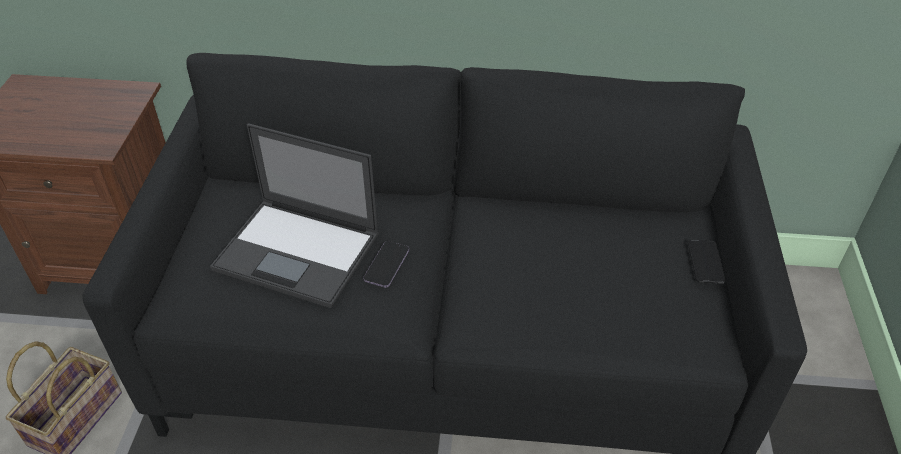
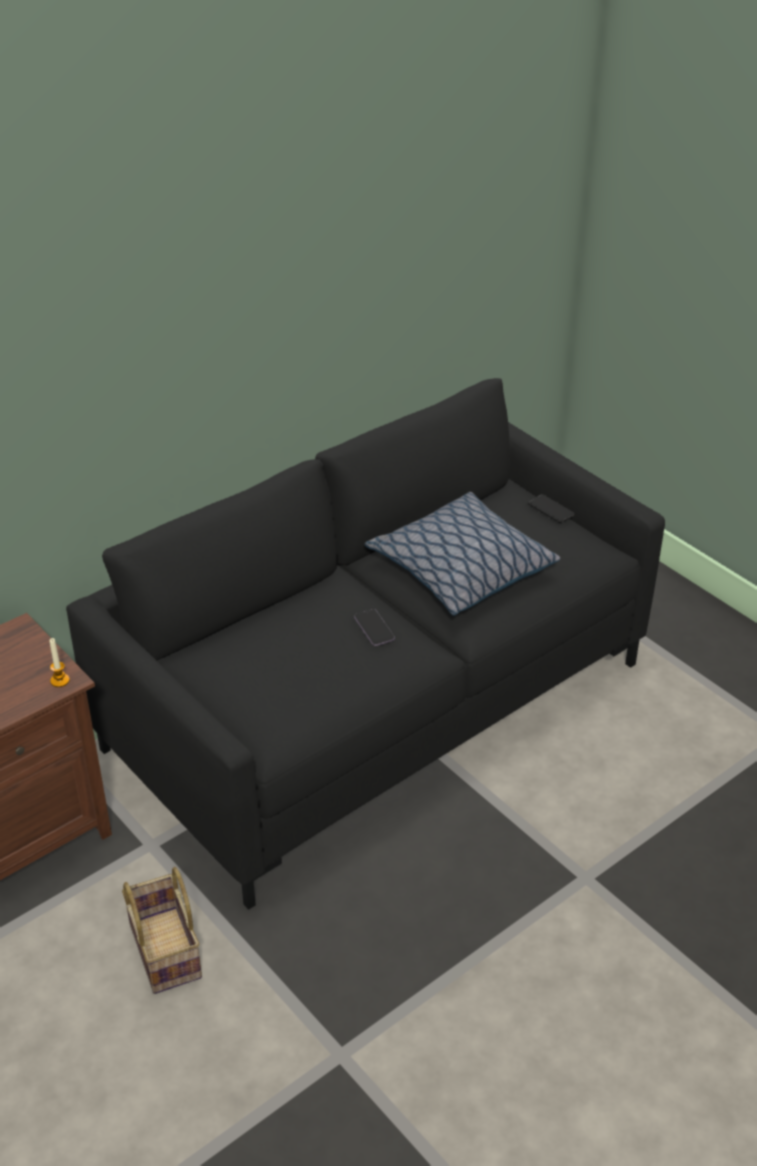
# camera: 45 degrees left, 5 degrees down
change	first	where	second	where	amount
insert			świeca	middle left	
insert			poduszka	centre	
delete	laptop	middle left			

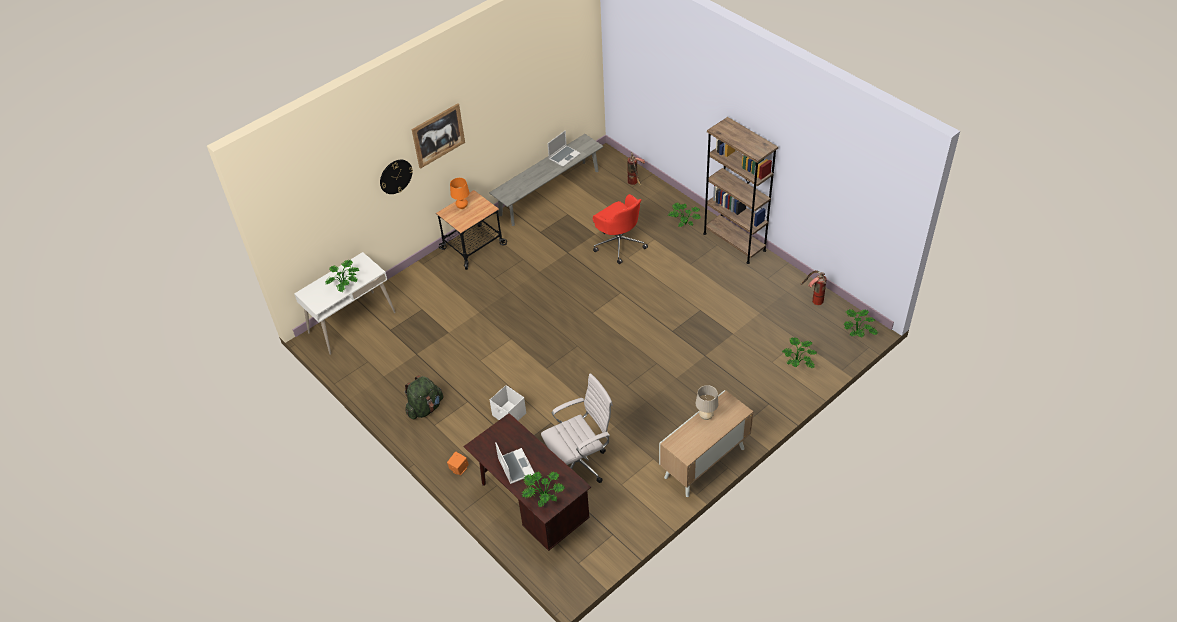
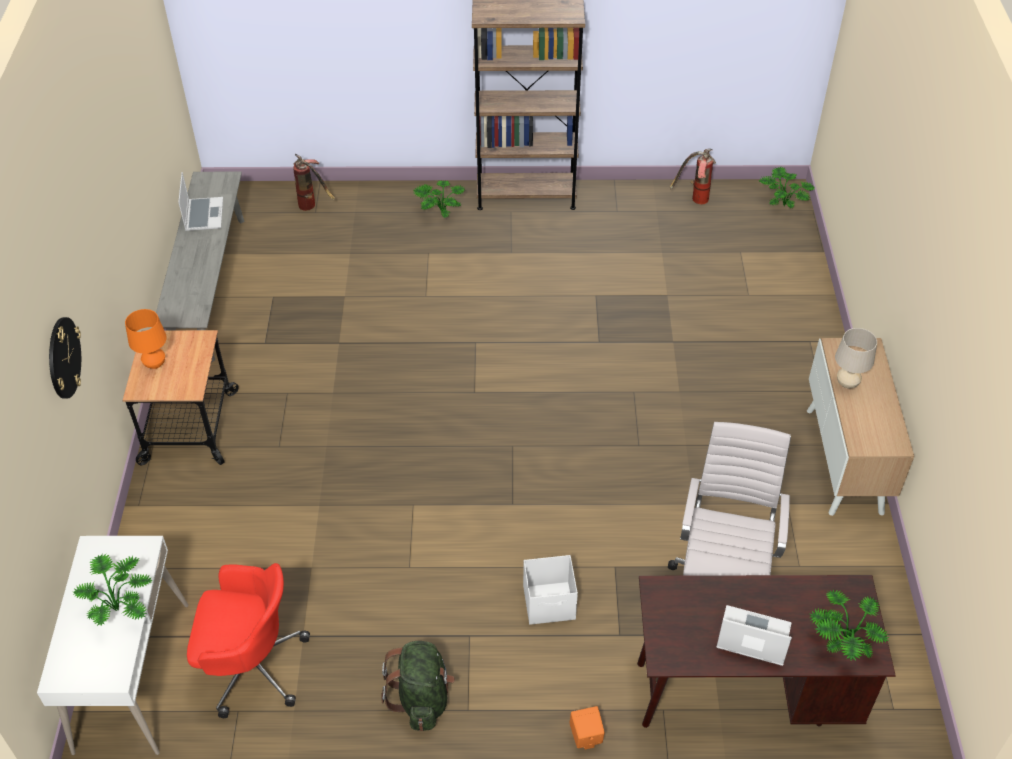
# camera: 50 degrees left, 0 degrees up
change	first	where	second	where	amount
move	krzesło biurowe/czerwony	centre		bottom left	
delete	obraz	top centre			
delete	roślina doniczkowa (4th from left)	middle right			

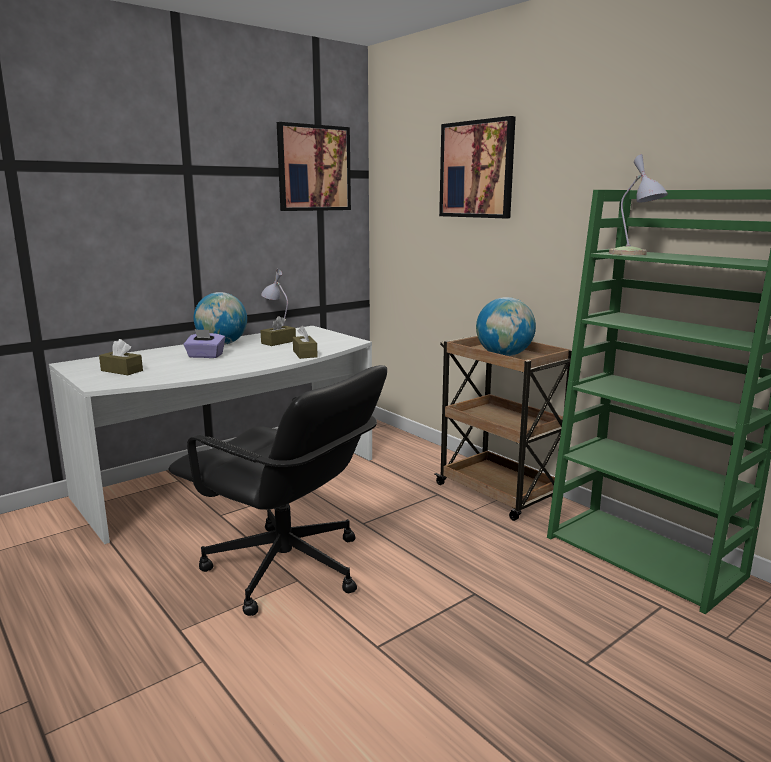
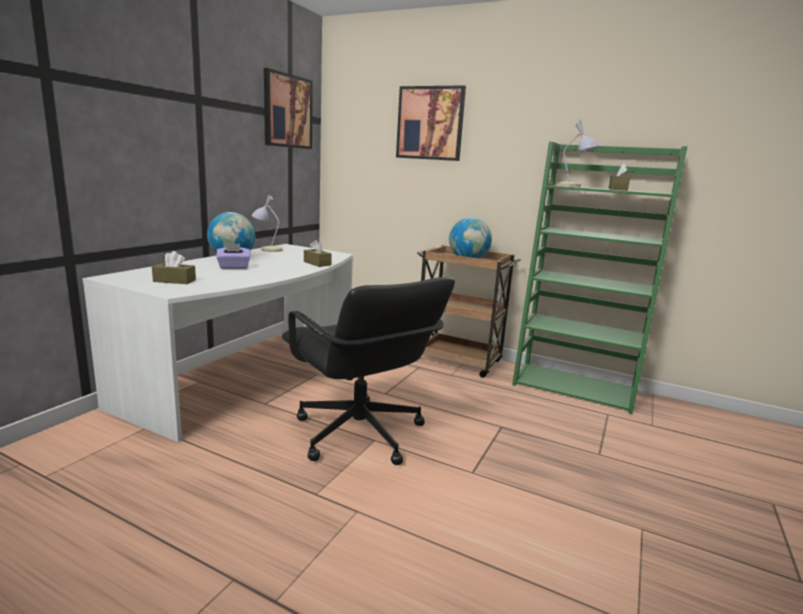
# camera: 25 degrees left, 0 degrees up
change	first	where	second	where	amount
rotate	krzesło biurowe/czarny	centre		centre	45 degrees clockwise
move	pudełko chusteczek/brązowy (2nd from left in the first image)	centre	pudełko chusteczek/brązowy (3rd from left)	top right	

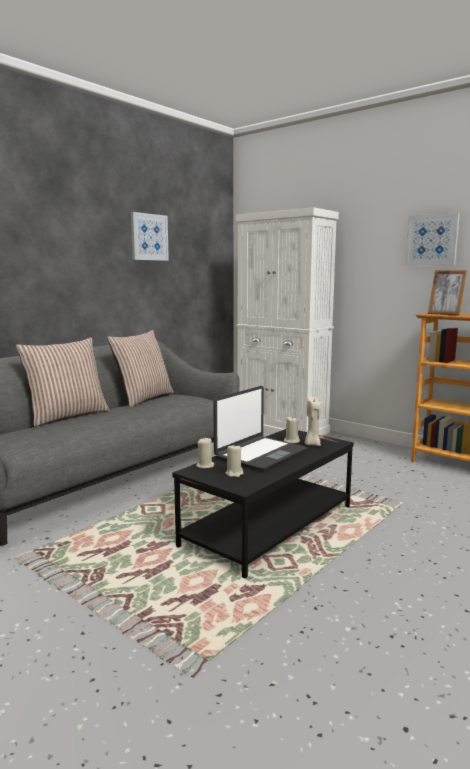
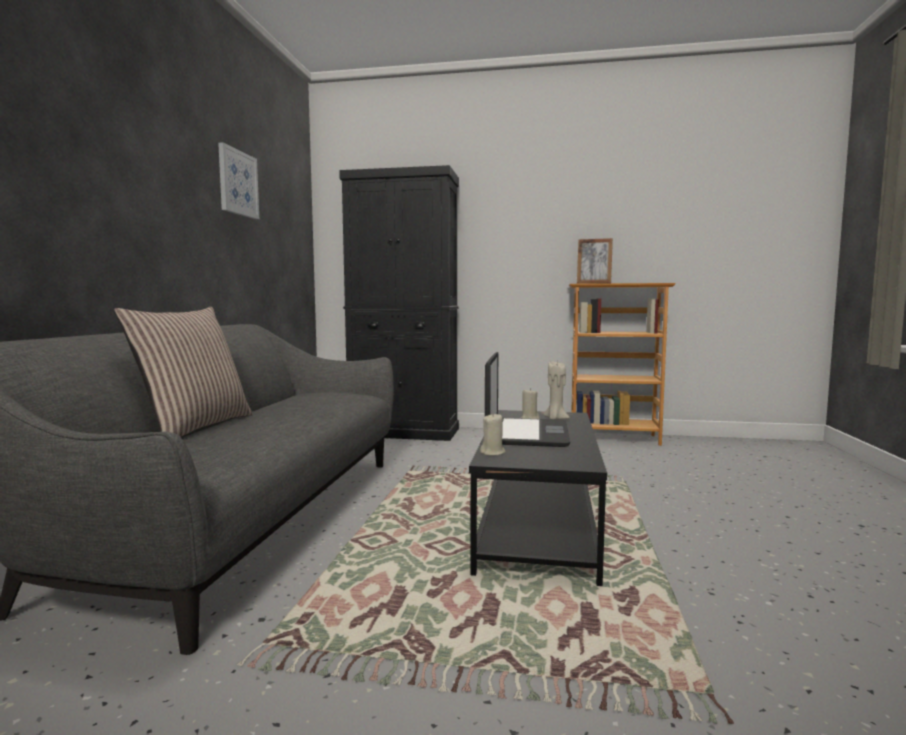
# camera: 30 degrees left, 5 degrees down
change	first	where	second	where	amount
recolor	szafka/biały	centre	szafka/czarny	centre	
delete	poduszka (2nd from left)	middle left			
delete	świeca/beżowy (2nd from left)	centre			
delete	obraz (2nd from left)	top right			

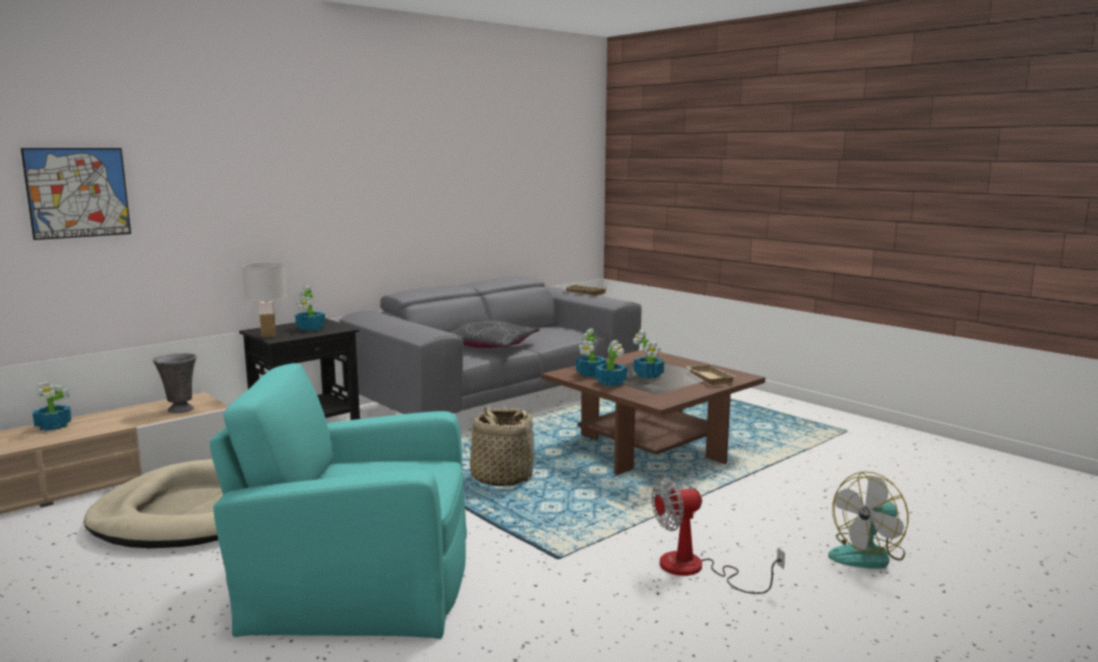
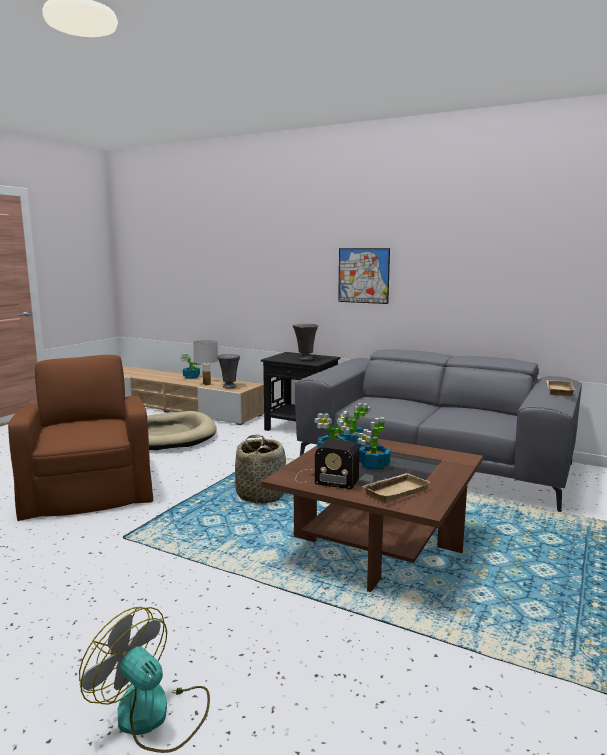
# camera: 70 degrees right, 0 degrees up
change	first	where	second	where	amount
recolor	fotel/turkusowy	bottom left	fotel/brązowy	middle left	
move	lampa stołowa/biały	middle left		centre	
replace	roślina doniczkowa (2nd from left)	middle left	wazon/szary (2nd from left)	centre	
insert			radio	centre	
move	obraz	top left		centre	
delete	poduszka/szary	centre			
delete	wentylator (1st from left)	bottom centre			

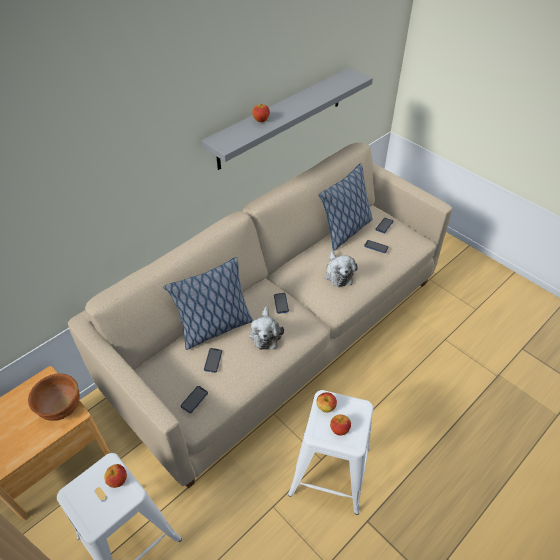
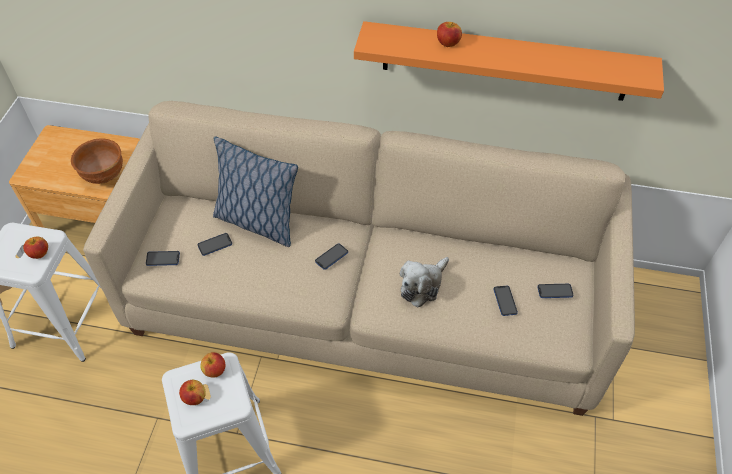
# camera: 55 degrees right, 5 degrees up
change	first	where	second	where	amount
recolor	półka/szary	top centre	półka/pomarańczowy	top right	
delete	pluszak (1st from left)	centre			
delete	poduszka (2nd from left)	centre			

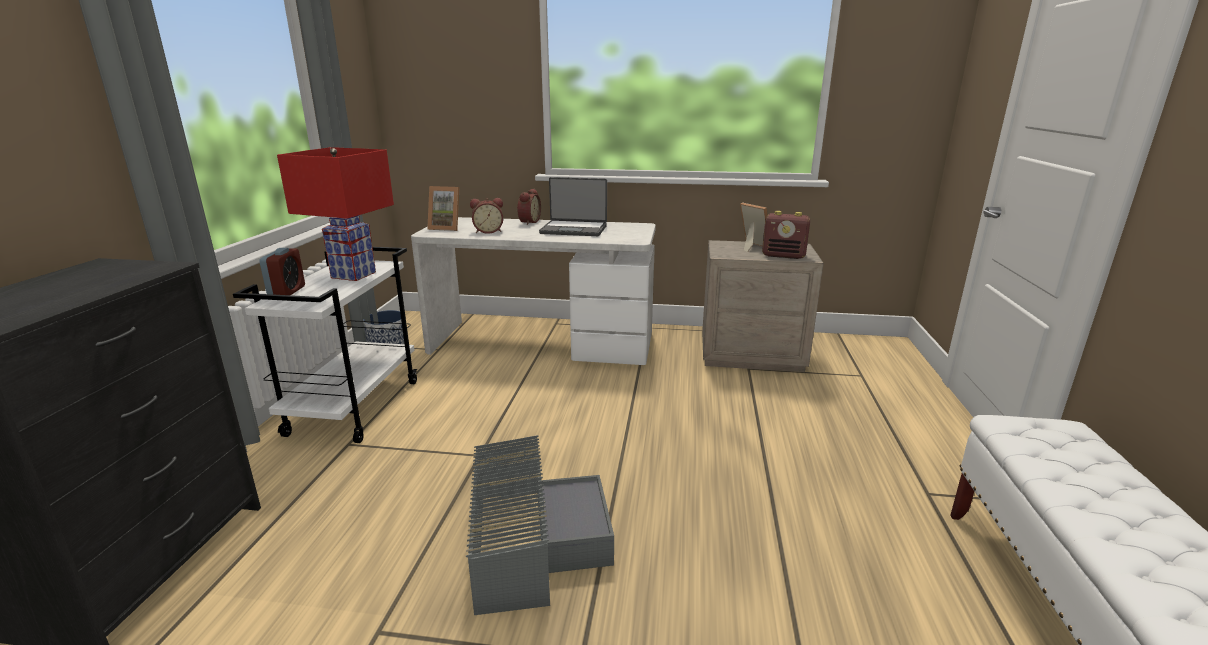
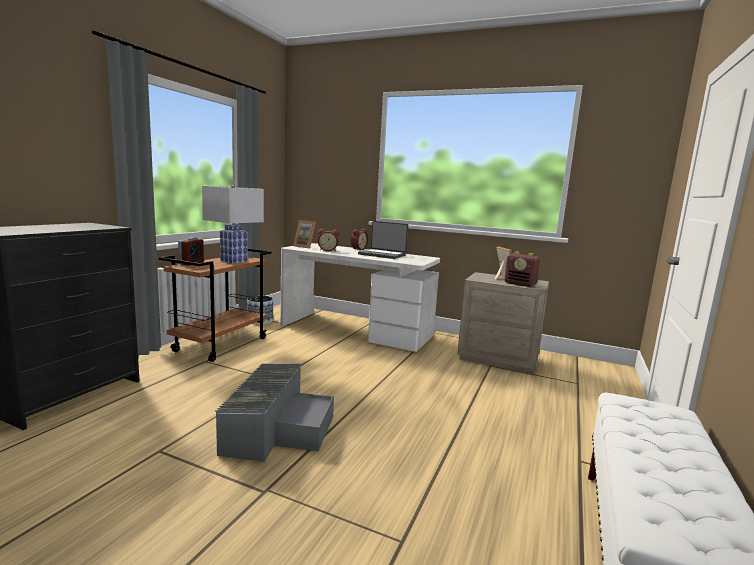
# camera: 15 degrees right, 10 degrees down
change	first	where	second	where	amount
recolor	wózek/biały	middle left	wózek/brązowy	middle left	
recolor	lampa stołowa/czerwony	top left	lampa stołowa/biały	middle left	

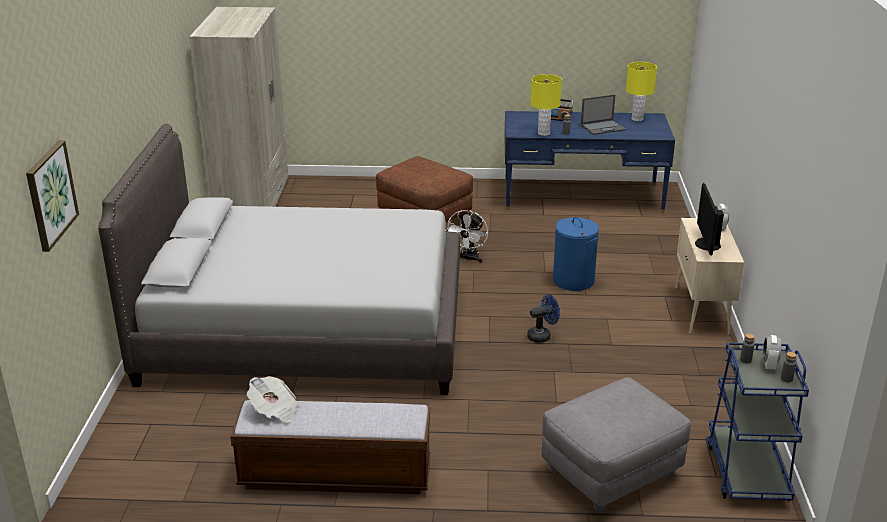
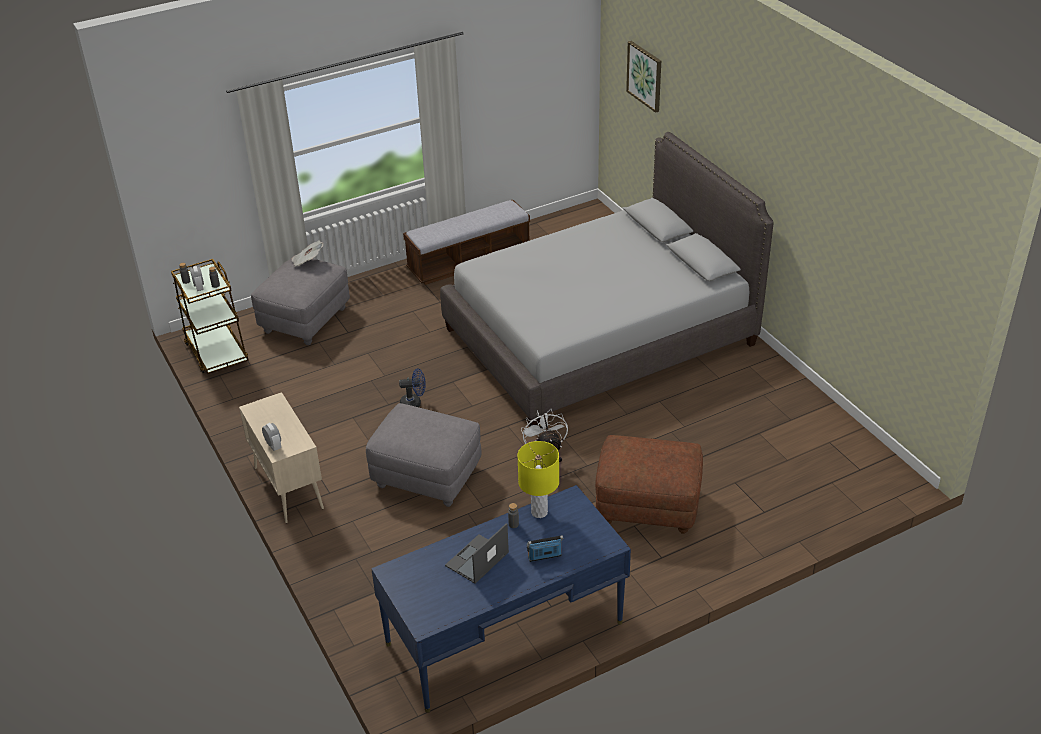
# camera: 150 degrees right, 10 degrees up
change	first	where	second	where	amount
recolor	wózek/niebieski	bottom right	wózek/brązowy	middle left	
move	gazeta	bottom left		middle left	
replace	kosz na pranie/niebieski	centre	pufa/szary (2nd from left)	centre	
rotate	wentylator/niebieski	centre		centre	135 degrees counterclockwise
delete	szafa/beżowy	top left			
delete	lampa stołowa/żółty (2nd from left)	top right			
delete	monitor	middle right			

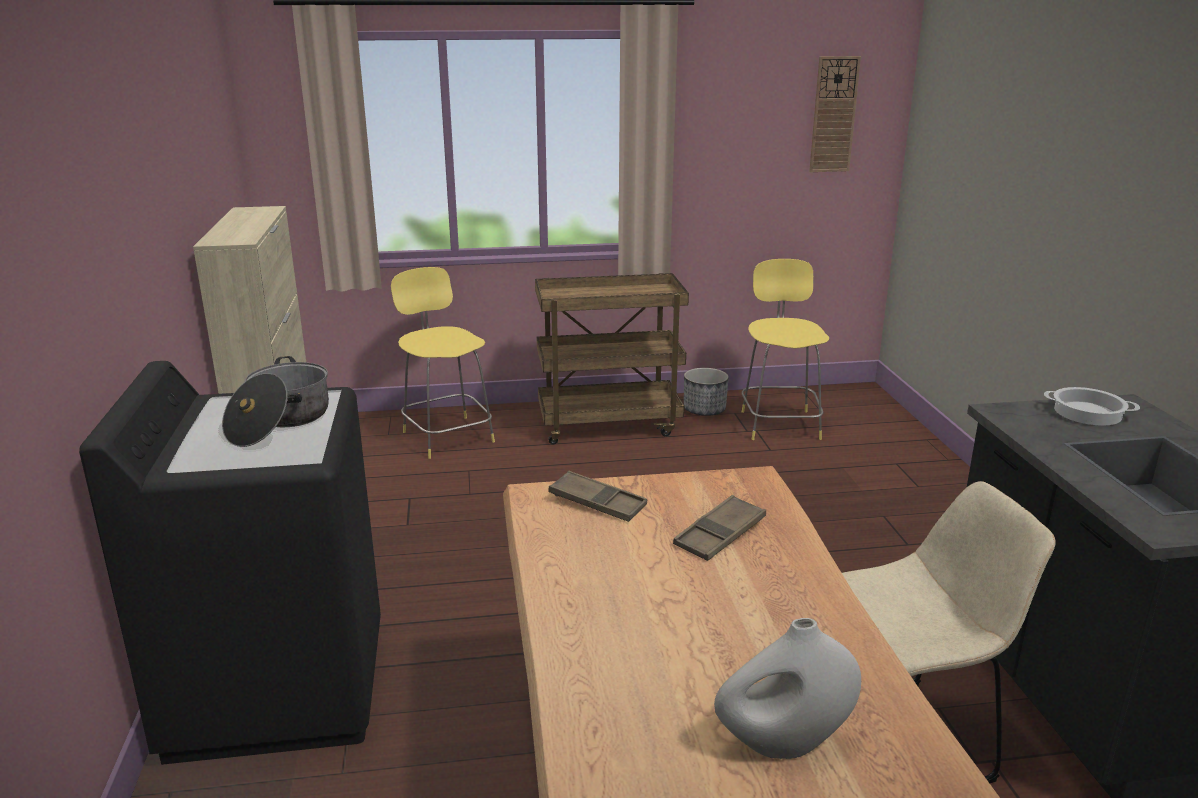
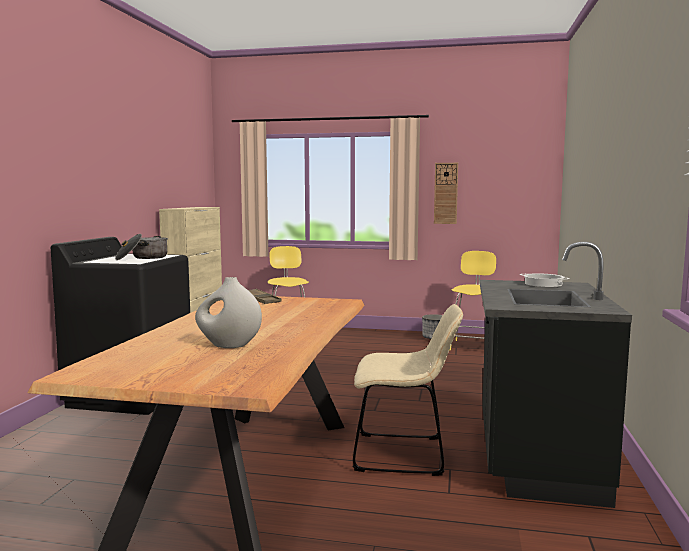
# camera: 20 degrees right, 15 degrees down
change	first	where	second	where	amount
move	zegar ścienny	top right		centre	
delete	wózek/brązowy	centre			
delete	taca/brązowy (2nd from left)	centre			

